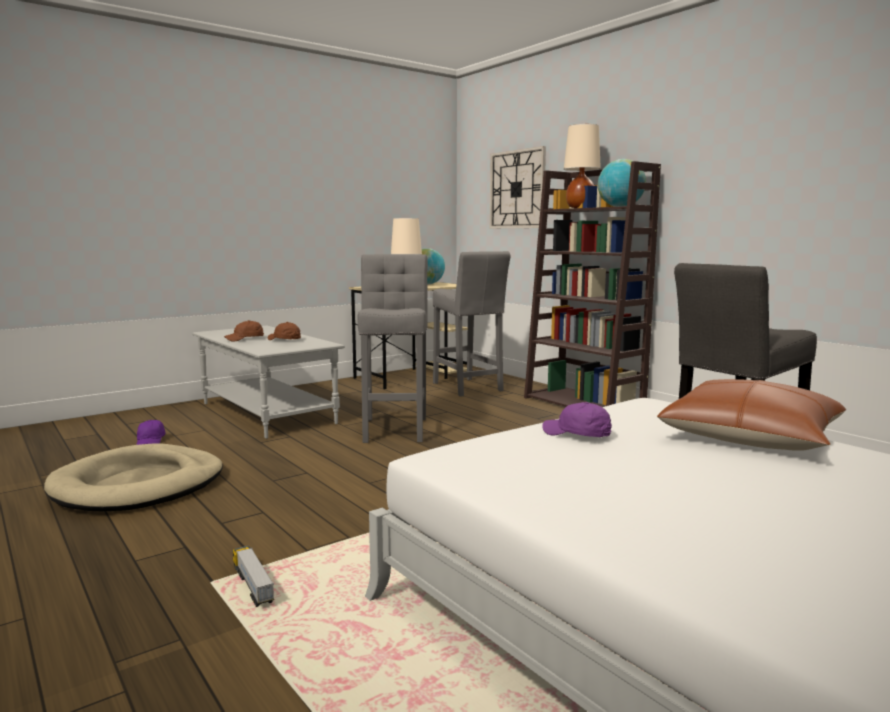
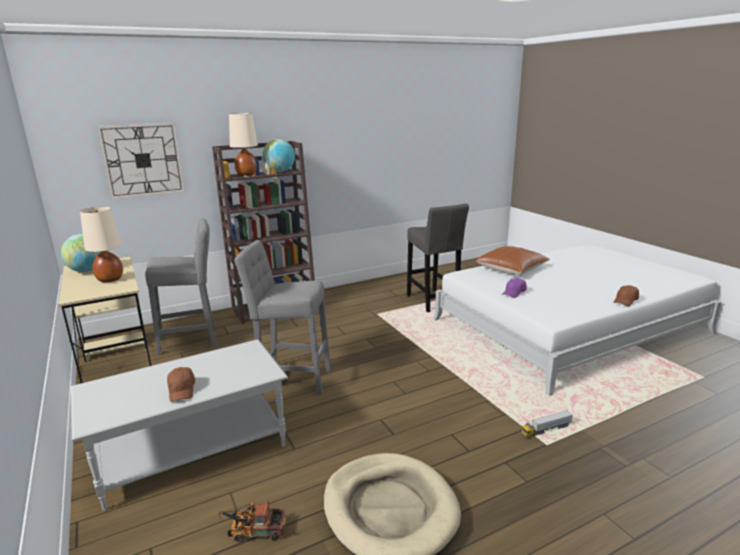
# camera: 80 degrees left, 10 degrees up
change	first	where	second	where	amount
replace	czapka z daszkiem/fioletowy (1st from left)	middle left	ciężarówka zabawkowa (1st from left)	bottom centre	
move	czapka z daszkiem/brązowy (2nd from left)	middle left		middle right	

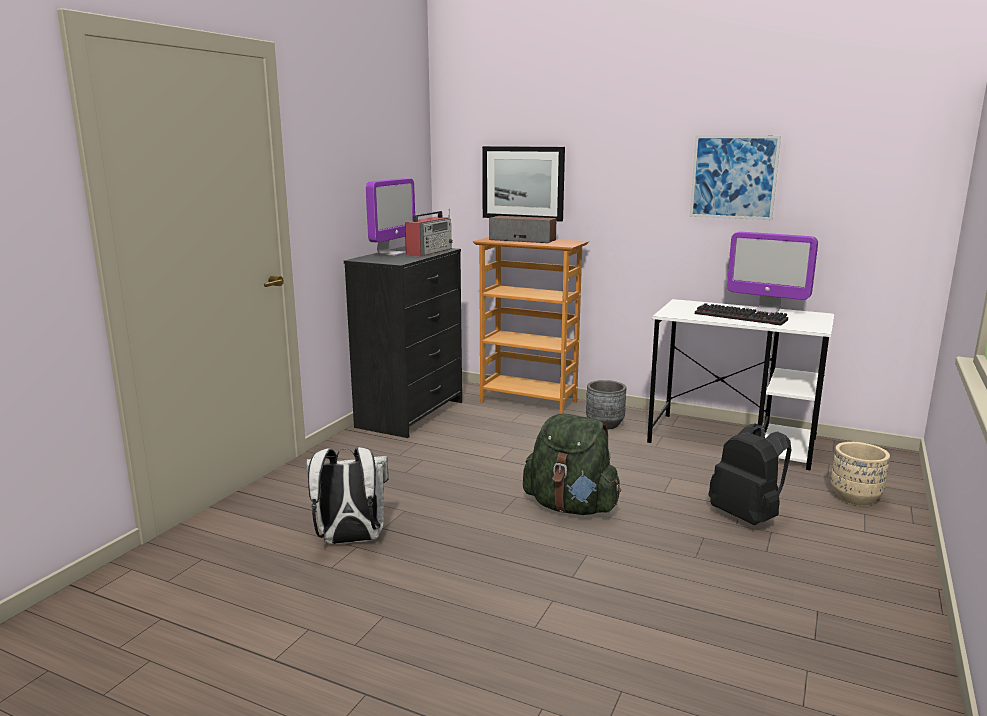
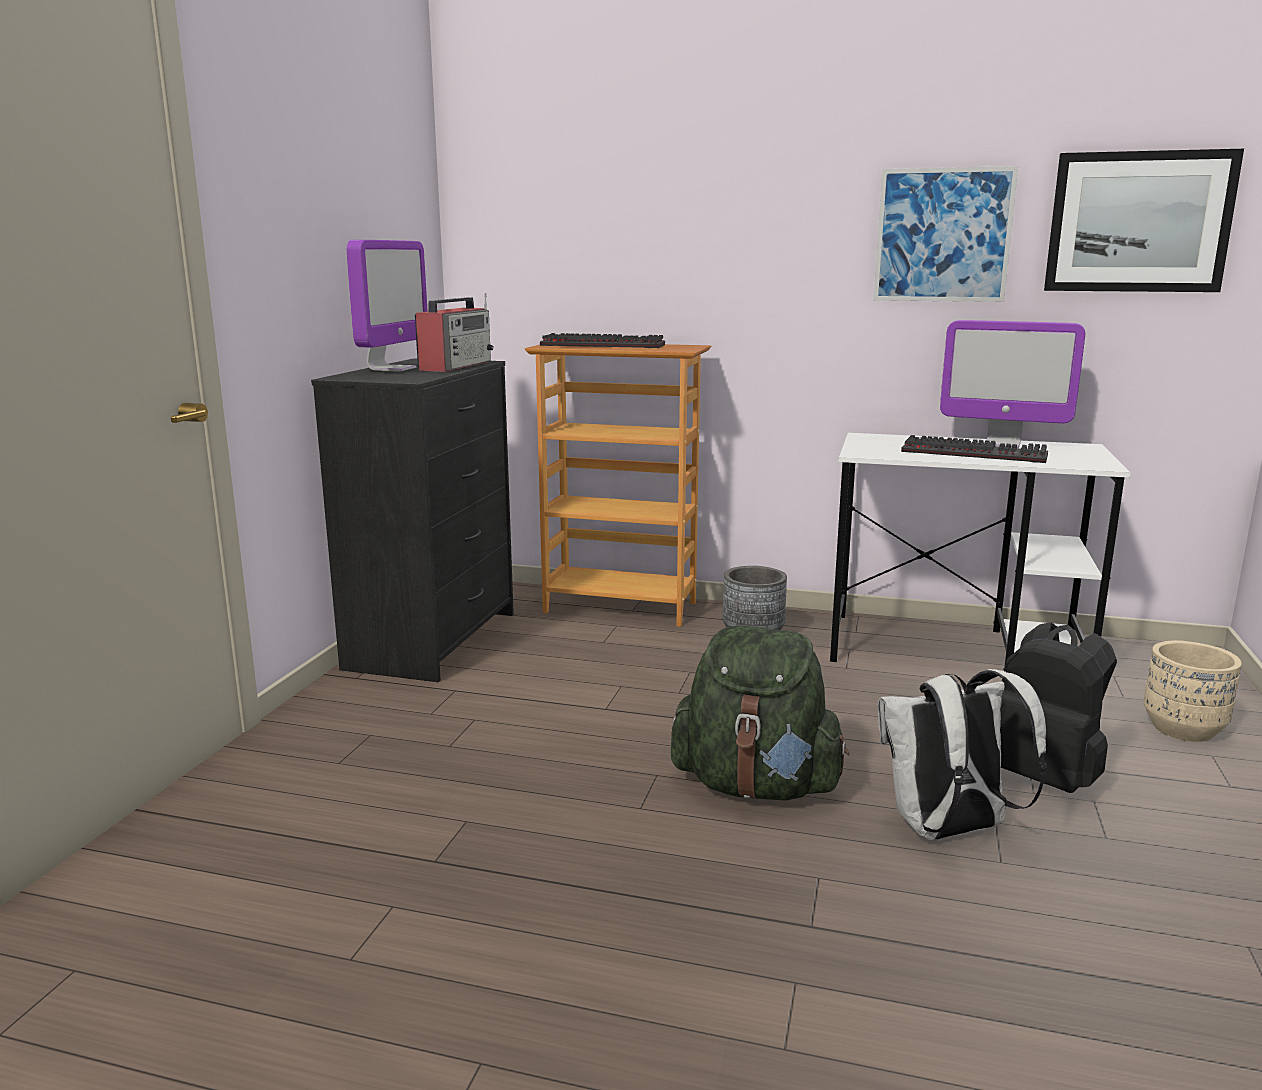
# camera: 10 degrees left, 0 degrees up
change	first	where	second	where	amount
replace	głośnik	top centre	klawiatura (1st from left)	top centre	
move	plecak/biały	bottom centre		bottom right	
move	obraz (1st from left in the first image)	top centre	obraz (2nd from left)	top right	

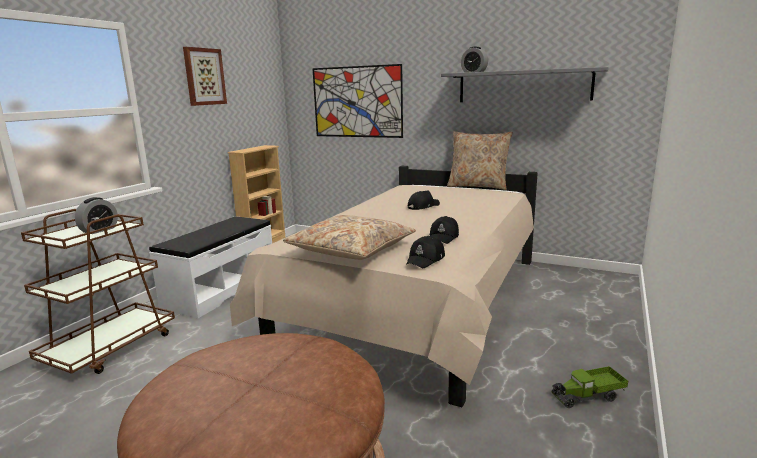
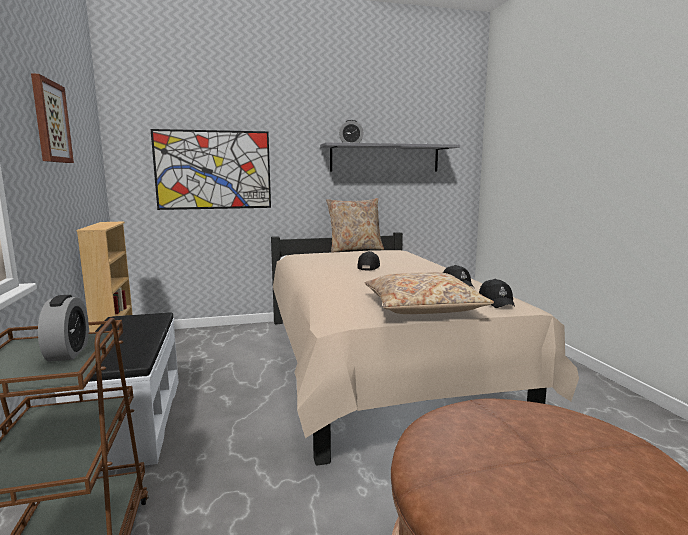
# camera: 40 degrees left, 5 degrees down
change	first	where	second	where	amount
delete	ciężarówka zabawkowa	bottom right			

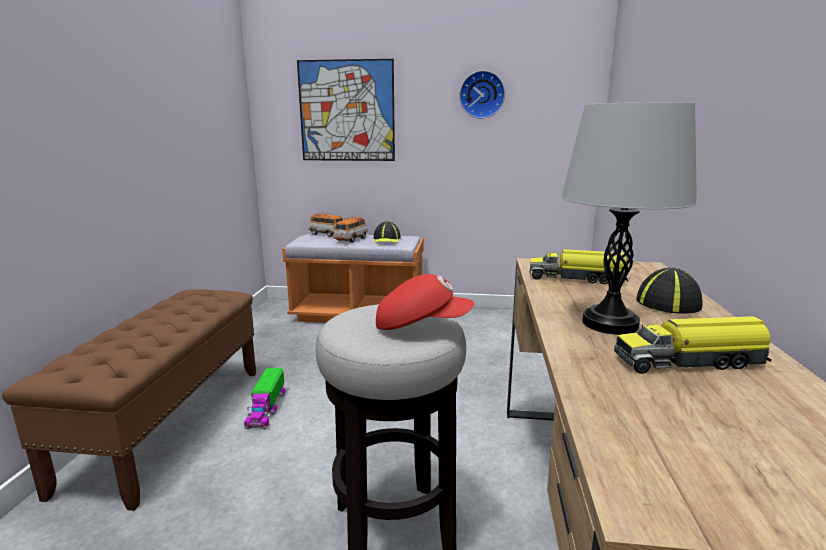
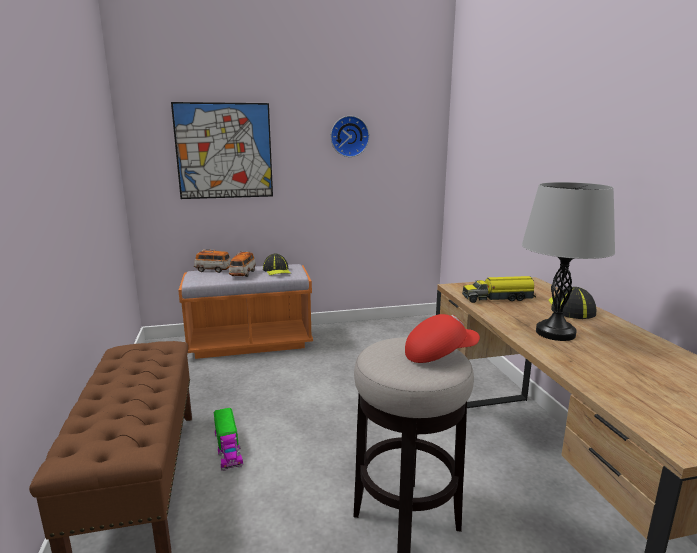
# camera: 20 degrees left, 0 degrees up
change	first	where	second	where	amount
delete	ciężarówka zabawkowa (3rd from left)	middle right			

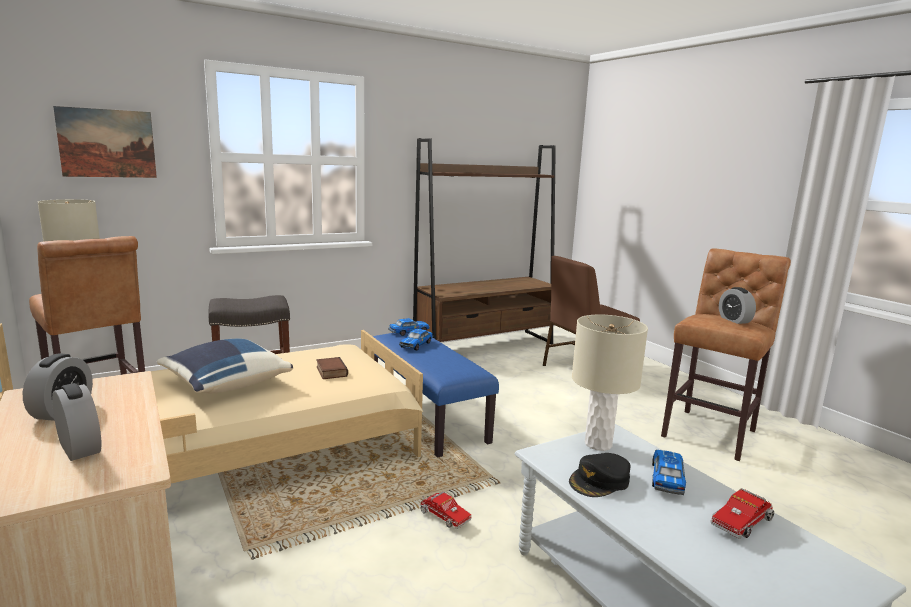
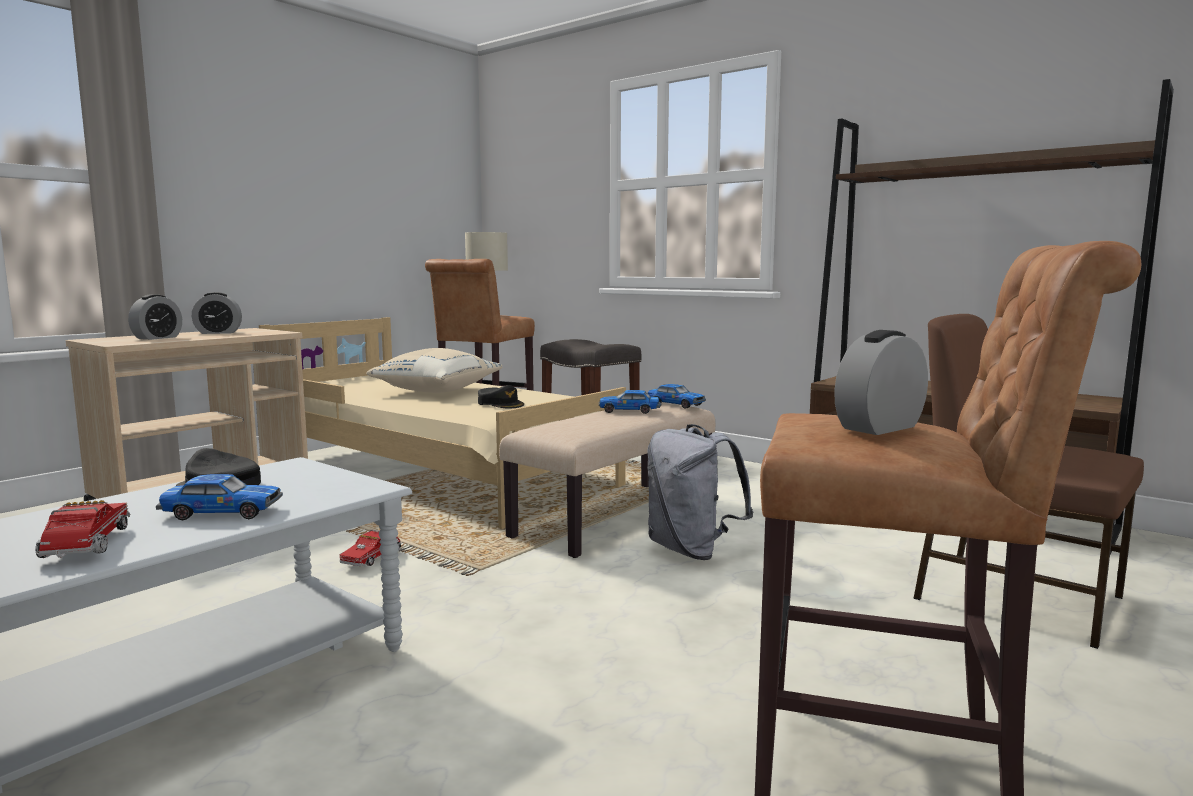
# camera: 70 degrees right, 5 degrees down
change	first	where	second	where	amount
rotate	ciężarówka zabawkowa (2nd from left in the first image)	bottom right	ciężarówka zabawkowa (1st from left)	middle left	45 degrees clockwise
recolor	poduszka/niebieski	middle left	poduszka/beżowy	centre	
replace	książka	centre	czapka z daszkiem/czarny (2nd from left)	centre	
recolor	ławka/niebieski	centre	ławka/beżowy	centre	
insert			plecak/szary	centre	
delete	obraz	top left			
delete	lampa stołowa/beżowy (2nd from left)	middle right			

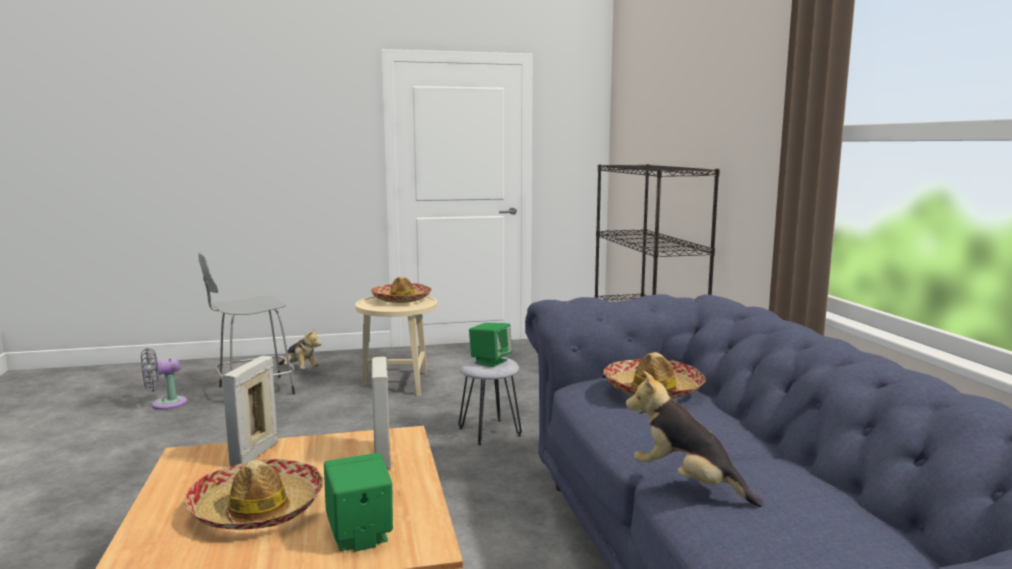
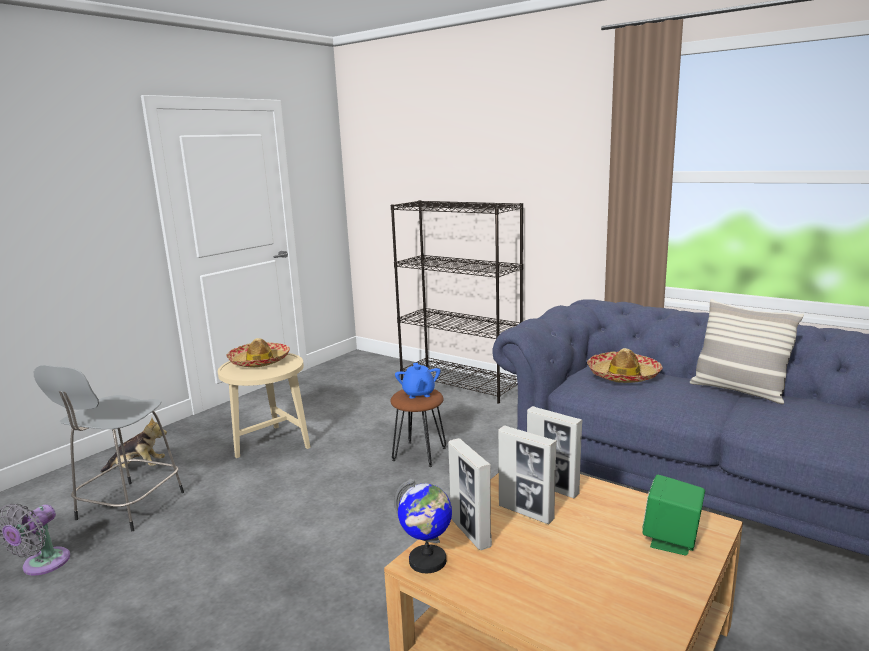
# camera: 40 degrees left, 5 degrees up
change	first	where	second	where	amount
recolor	stołek/szary (2nd from left)	bottom centre	stołek/brązowy	centre	
insert			globus	bottom centre	
replace	głośnik/zielony (2nd from left)	centre	imbryk/niebieski	centre	
insert			ramka na zdjęcie (2nd from left)	bottom centre	
insert			poduszka	middle right	
delete	kapelusz (1st from left)	bottom left			
delete	pluszak (2nd from left)	bottom right			

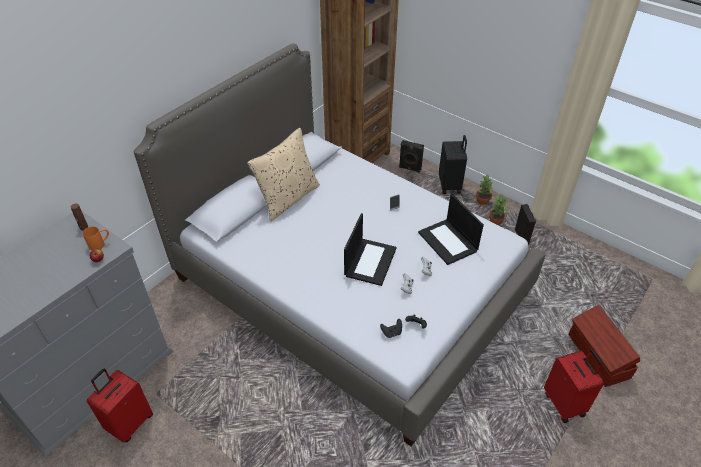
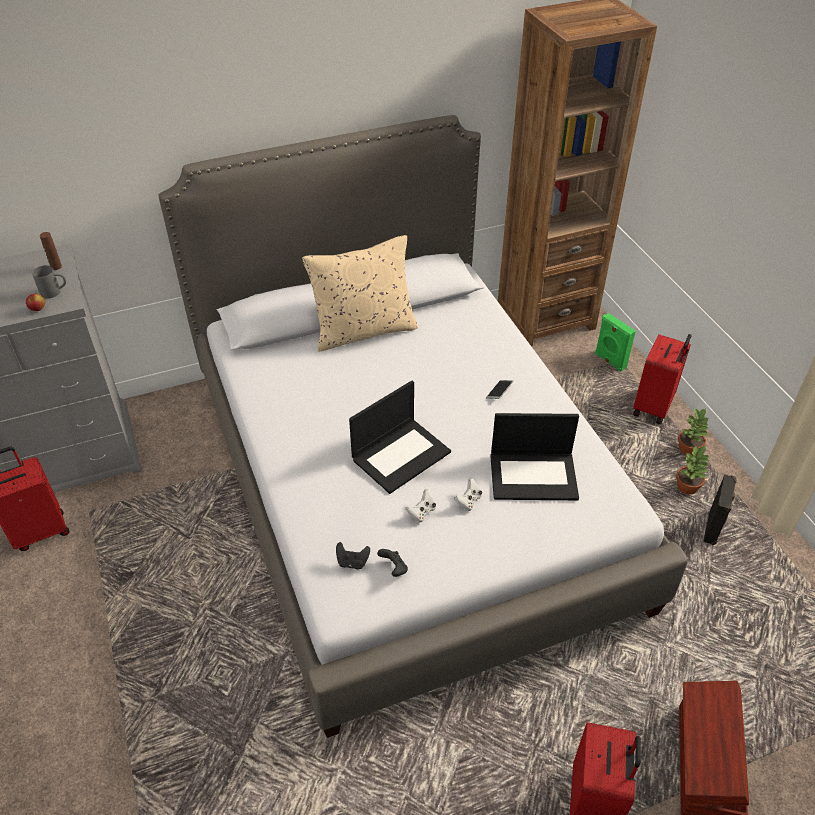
# camera: 30 degrees right, 0 degrees up
change	first	where	second	where	amount
recolor	kubek/pomarańczowy	middle left	kubek/szary	middle left	
rotate	laptop (2nd from left)	centre		centre	90 degrees counterclockwise
recolor	głośnik/czarny (1st from left)	centre	głośnik/zielony	middle right	
recolor	walizka/czarny	centre	walizka/czerwony (3rd from left)	middle right	

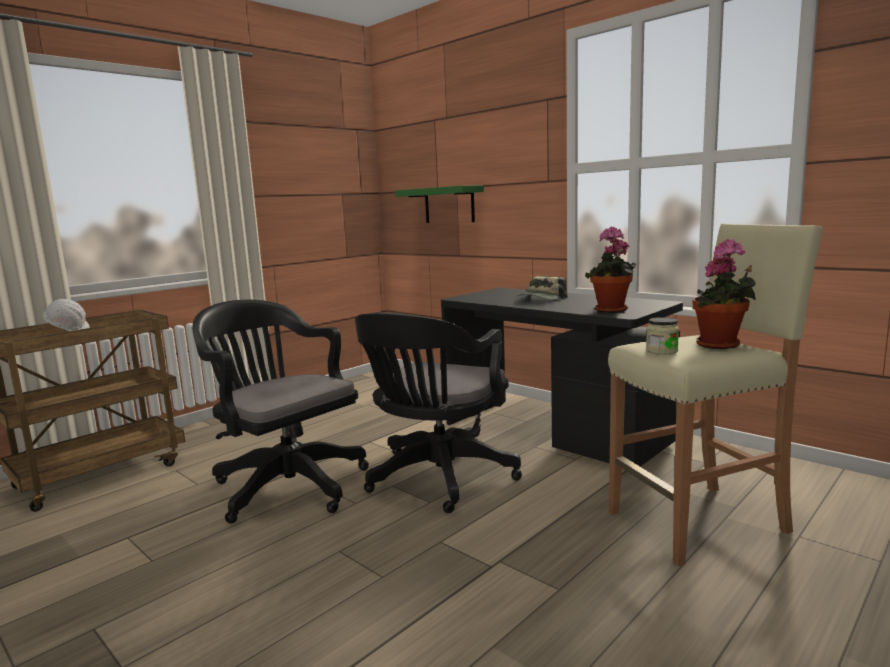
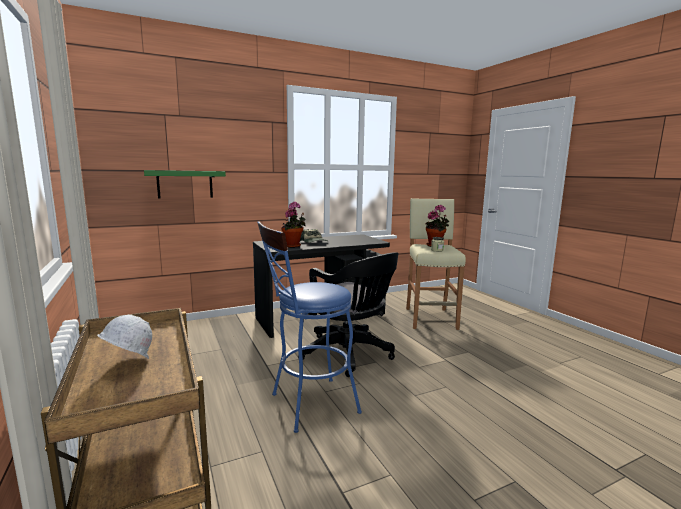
# camera: 70 degrees left, 0 degrees up
change	first	where	second	where	amount
replace	krzesło biurowe/czarny (1st from left)	middle left	stołek/niebieski	centre	
move	roślina doniczkowa (1st from left)	middle right		centre	

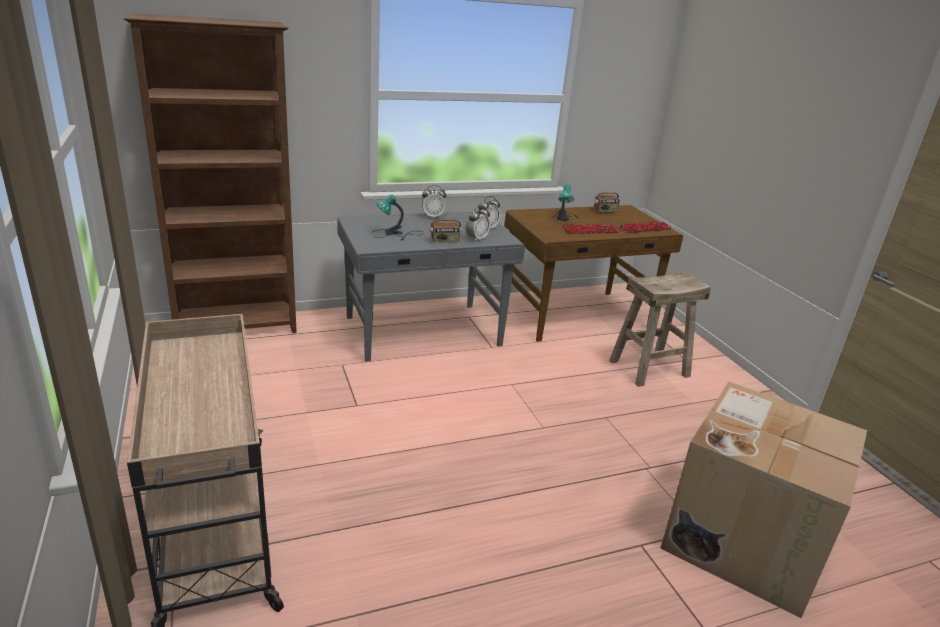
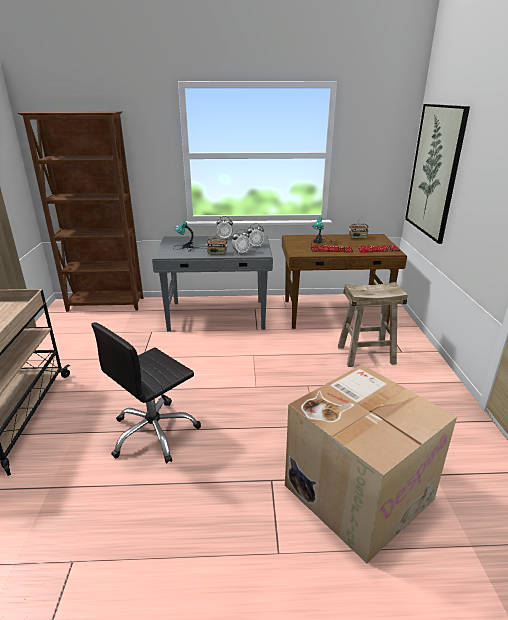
# camera: 20 degrees right, 0 degrees up
change	first	where	second	where	amount
insert			krzesło biurowe/czarny	middle left	
insert			obraz	top right	

